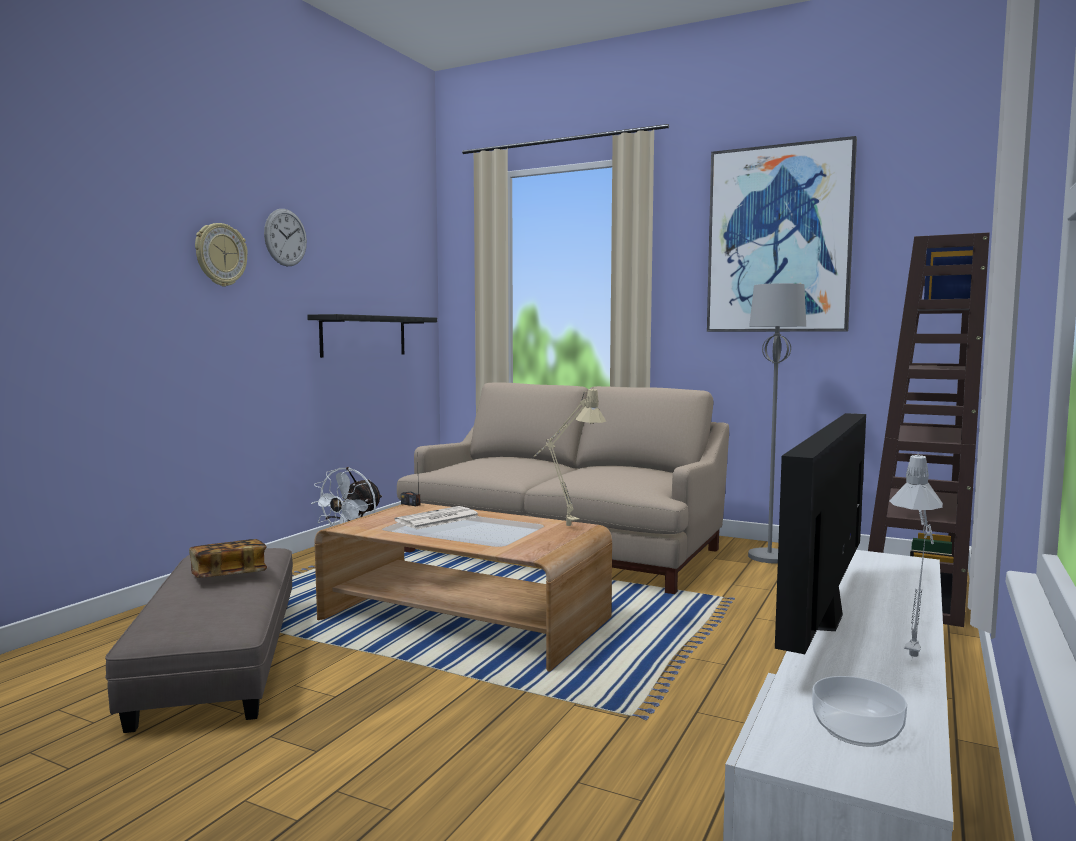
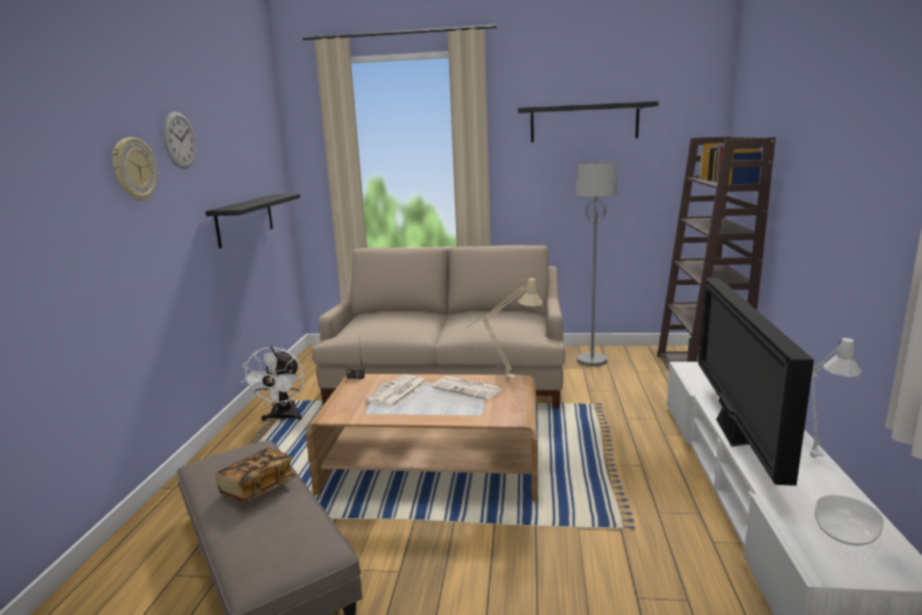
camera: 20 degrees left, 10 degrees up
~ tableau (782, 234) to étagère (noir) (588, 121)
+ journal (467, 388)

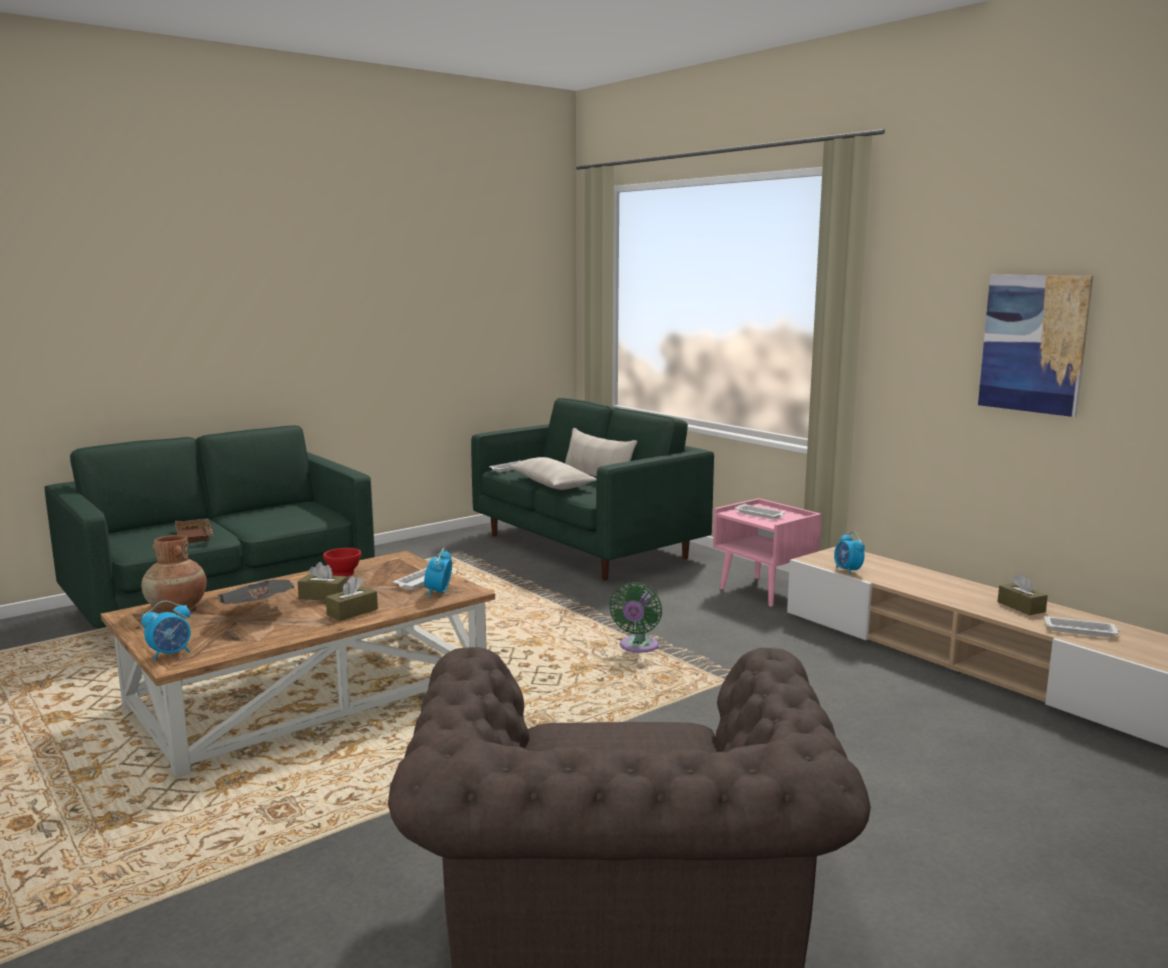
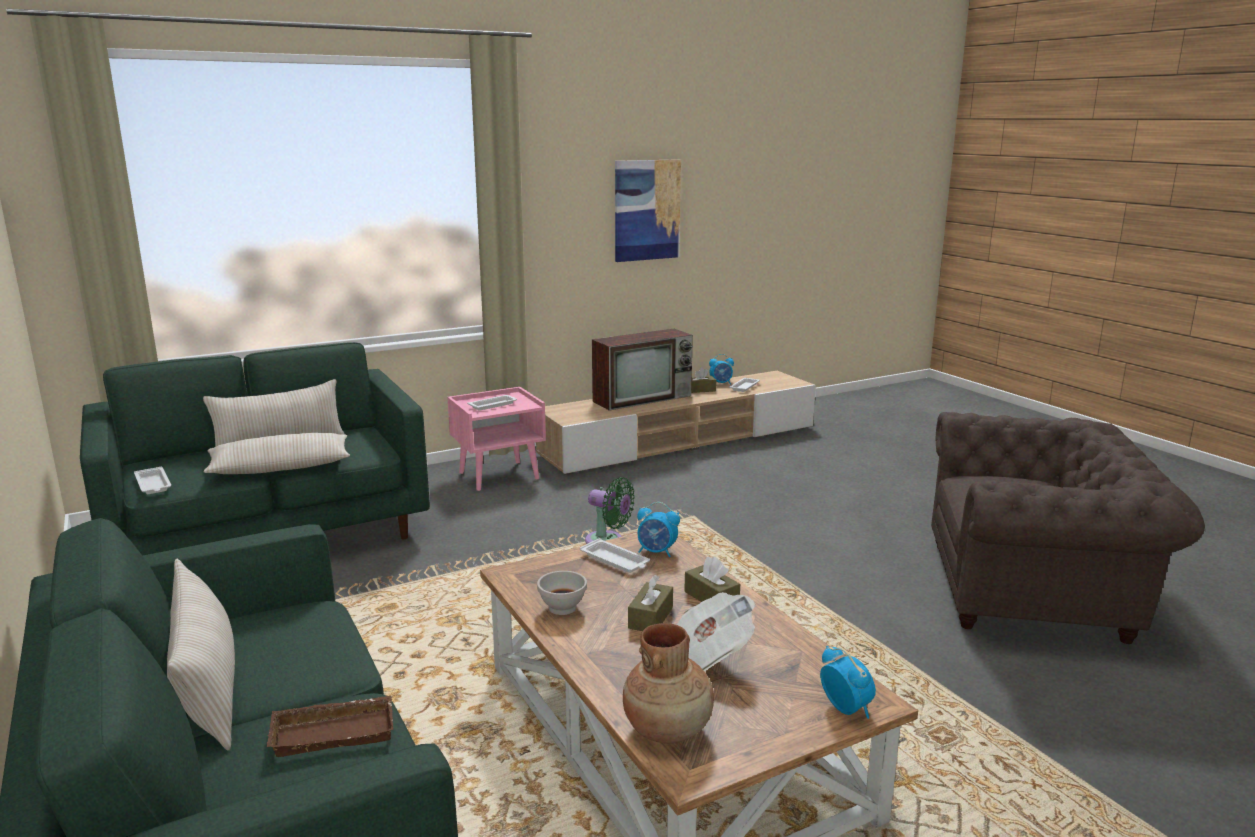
camera: 80 degrees left, 5 degrees up
~ bol (rouge) (342, 562) to bol (blanc) (562, 593)
~ réveil (849, 553) to (721, 369)
+ coussin (beige) (201, 655)
+ téléviseur (642, 370)

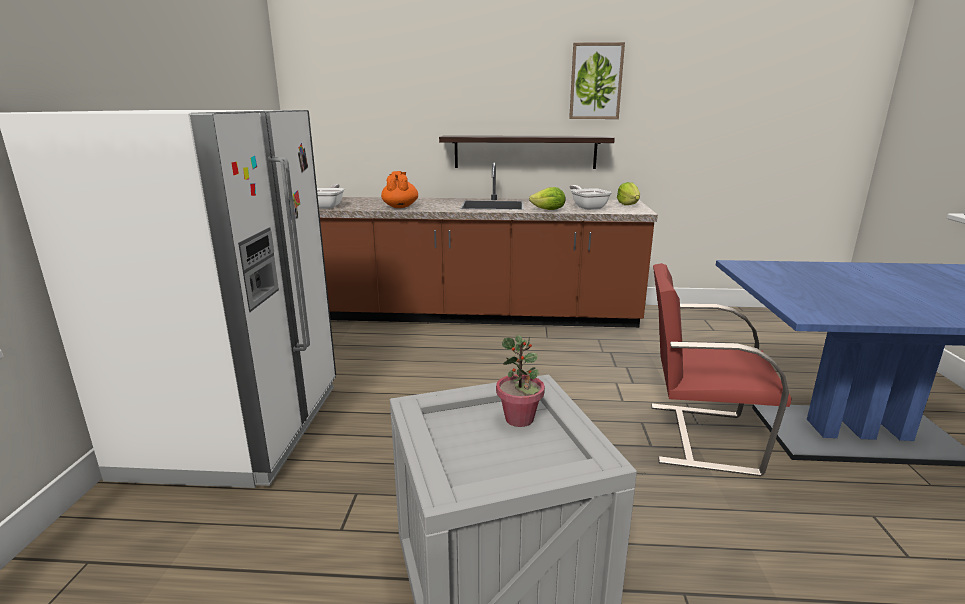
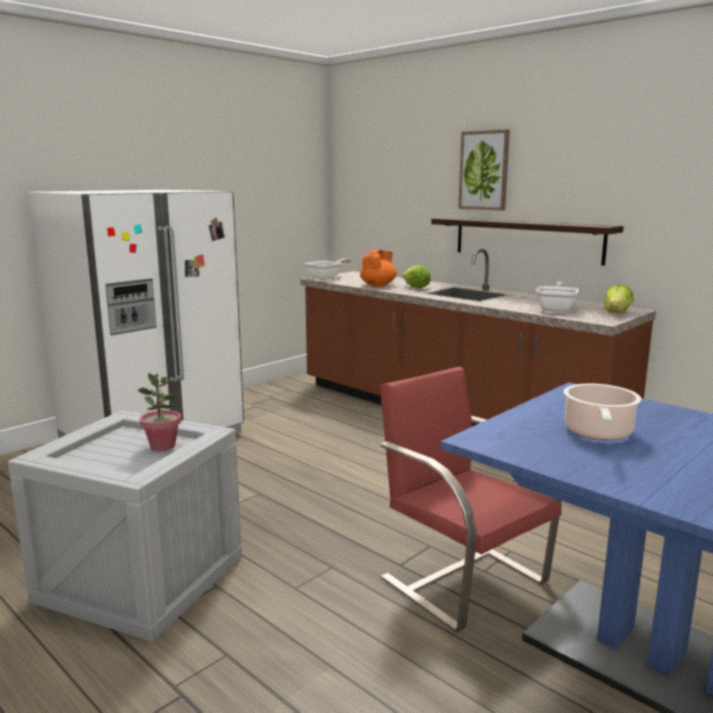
camera: 40 degrees right, 5 degrees down
~ laitue (547, 198) to (416, 276)
~ tableau (597, 80) to (484, 170)
+ marmite (602, 412)

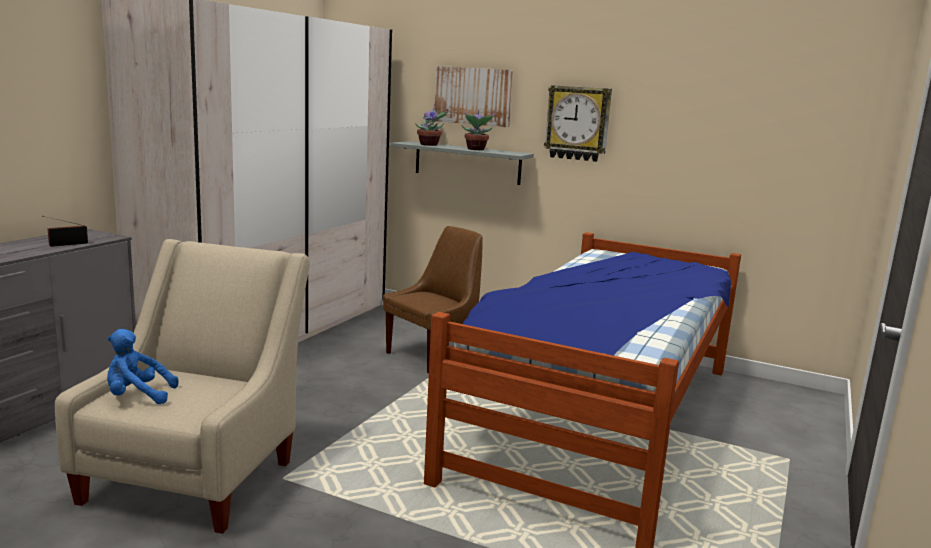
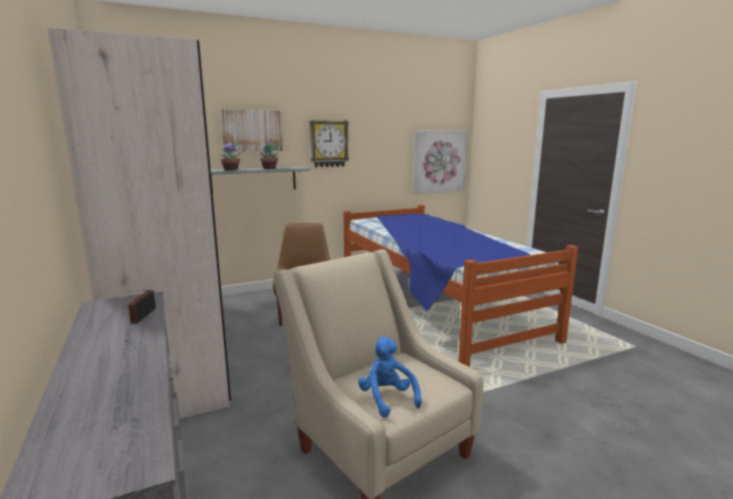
camera: 50 degrees left, 0 degrees up
~ peluche (bleu) (142, 366) = (390, 377) 120 degrees clockwise
+ tableau (440, 162)

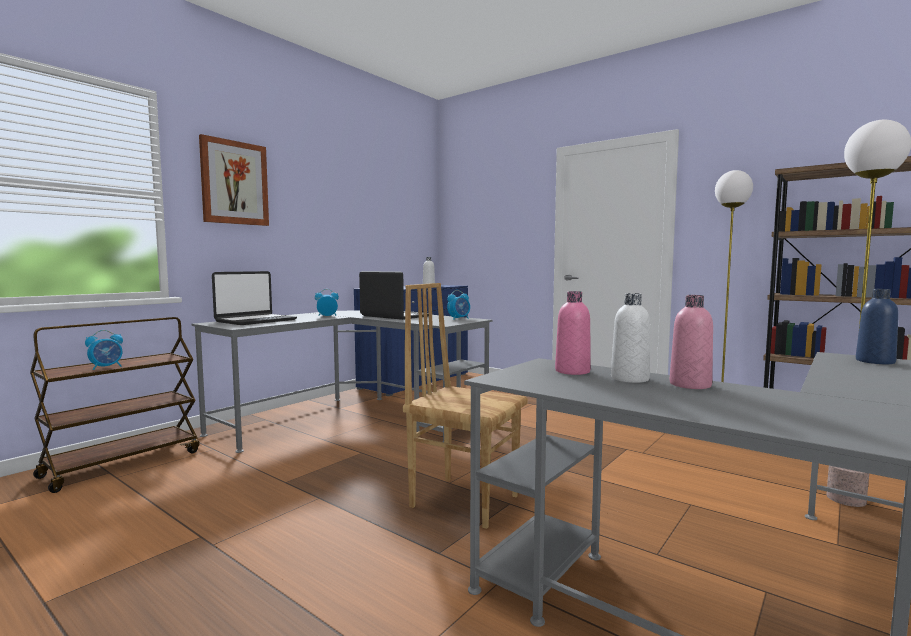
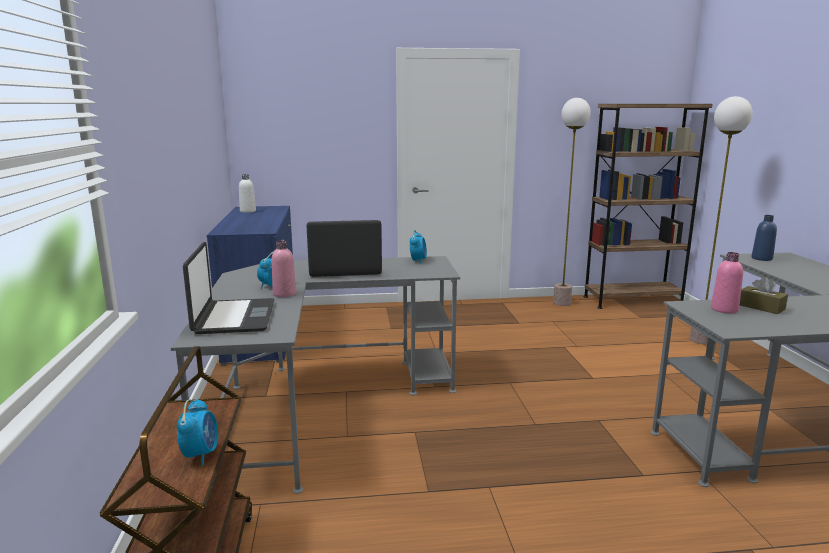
camera: 45 degrees left, 10 degrees up
- tableau (234, 180)
- chaise (marron) (465, 406)
~ bouteille (blanc) (630, 338) to boîte à mouchoirs (marron) (764, 295)
~ bouteille (rose) (691, 342) to (284, 269)

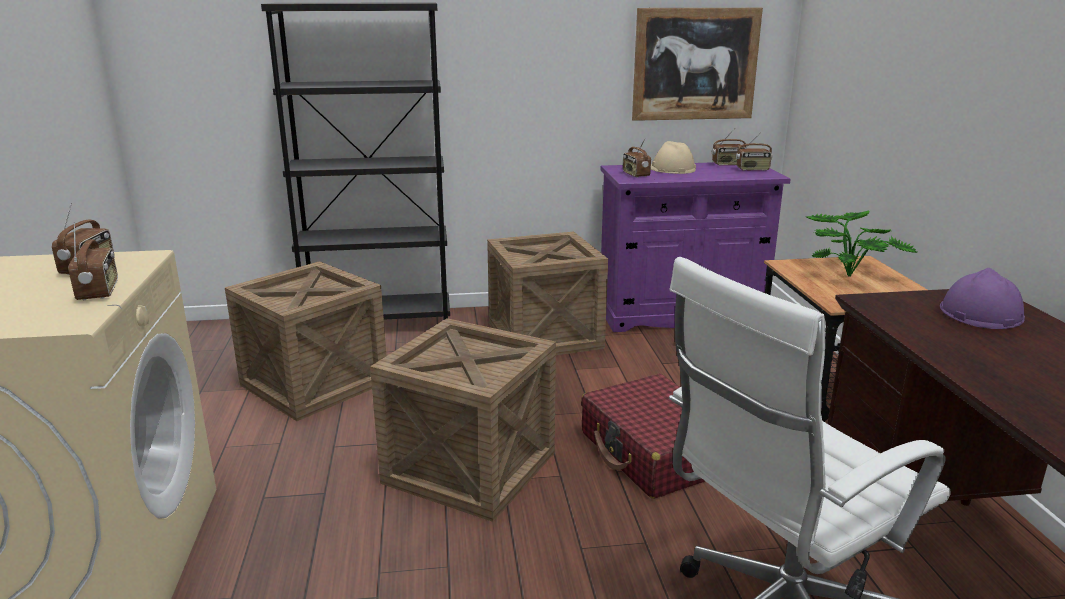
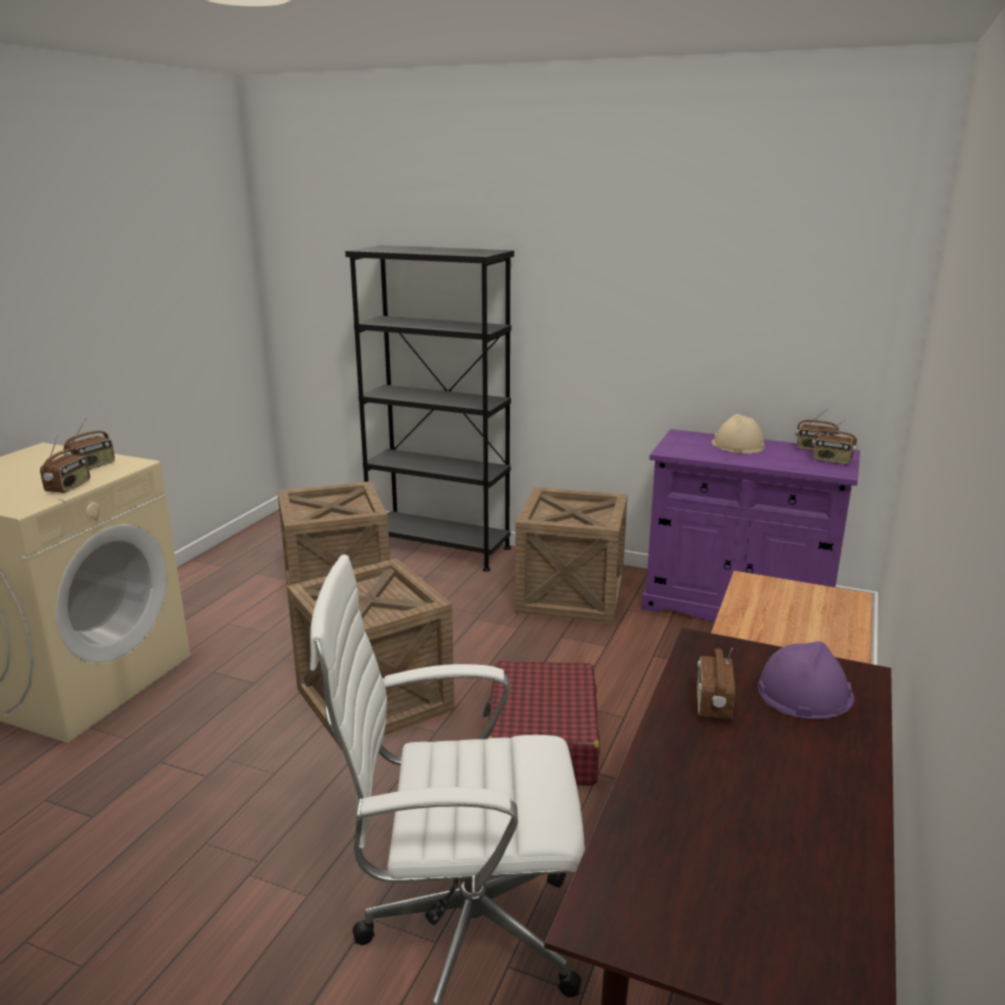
camera: 30 degrees right, 0 degrees up
~ radio (637, 158) to (716, 684)
- tableau (697, 64)
- plante en pot (861, 244)

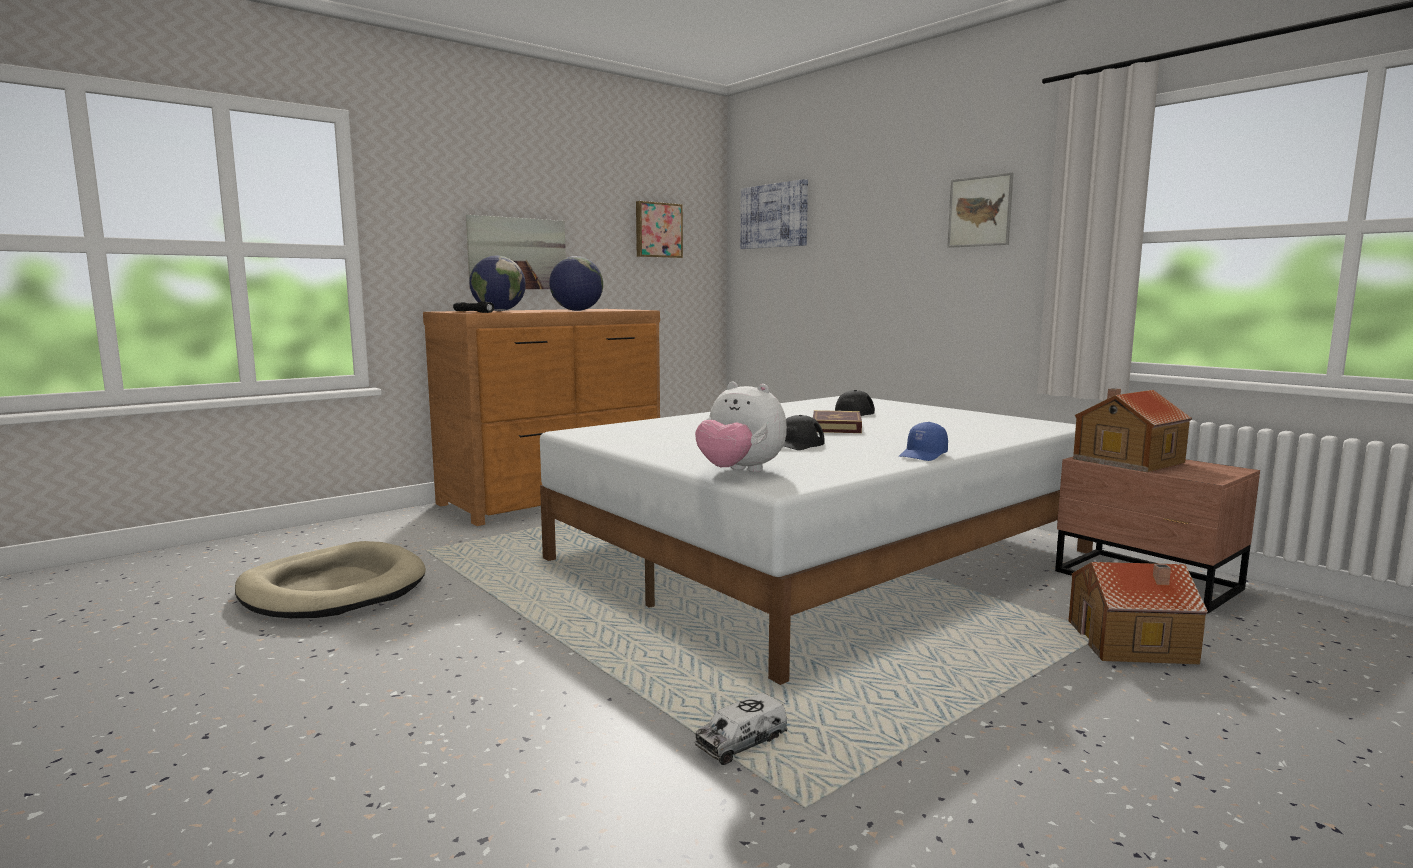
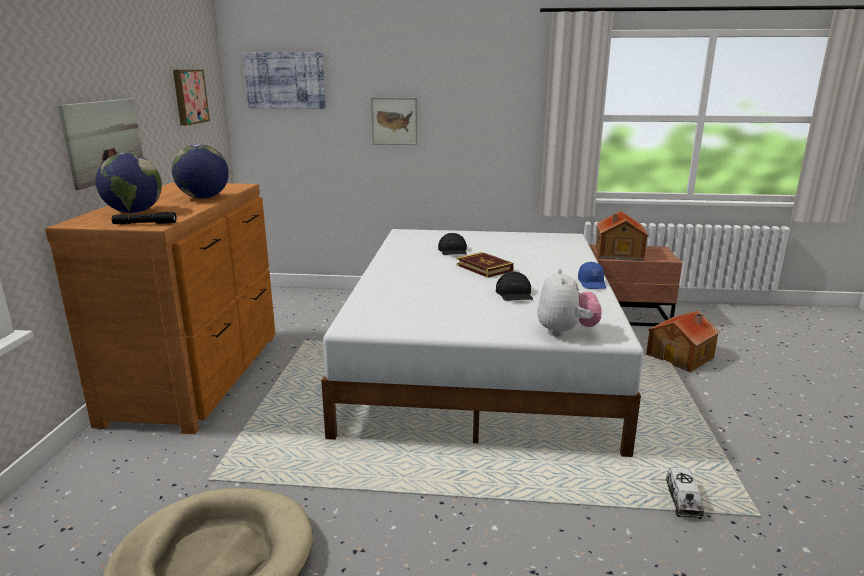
camera: 45 degrees left, 10 degrees up
~ peluche (741, 427) = (569, 302) 75 degrees counterclockwise
~ tableau (980, 210) to (394, 121)

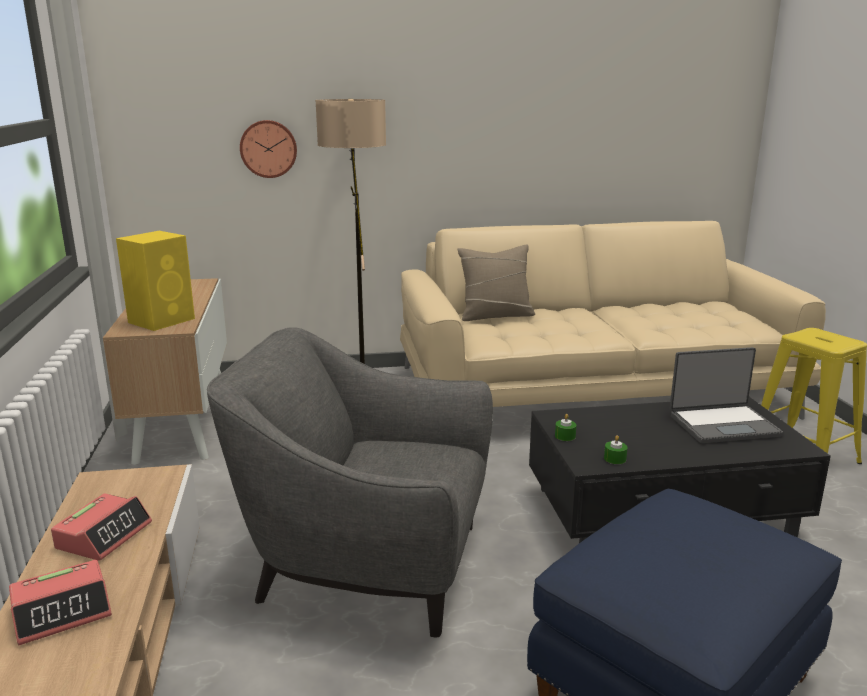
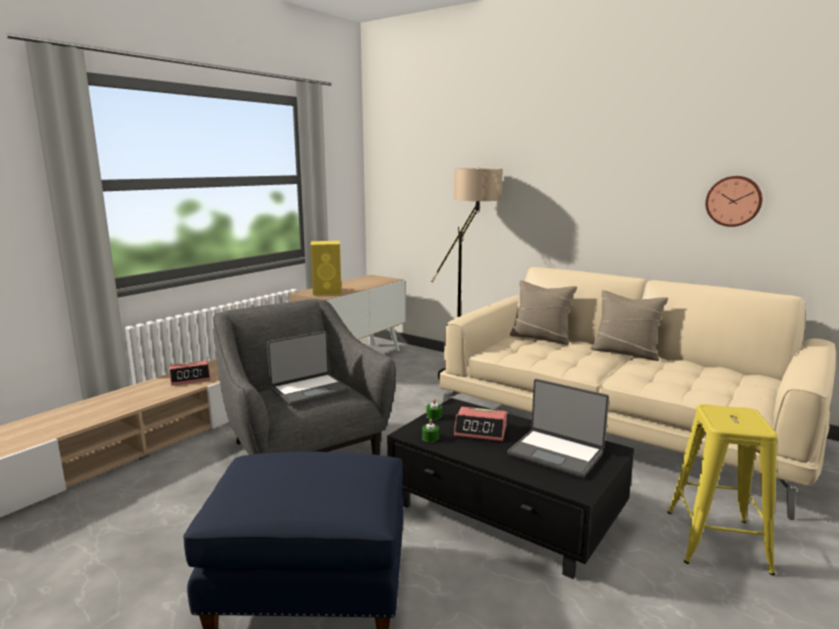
camera: 45 degrees right, 5 degrees down
~ réveil (60, 602) to (480, 424)
~ horloge murale (268, 149) to (734, 201)
+ ordinateur portable (308, 368)
+ coussin (beige) (629, 325)

